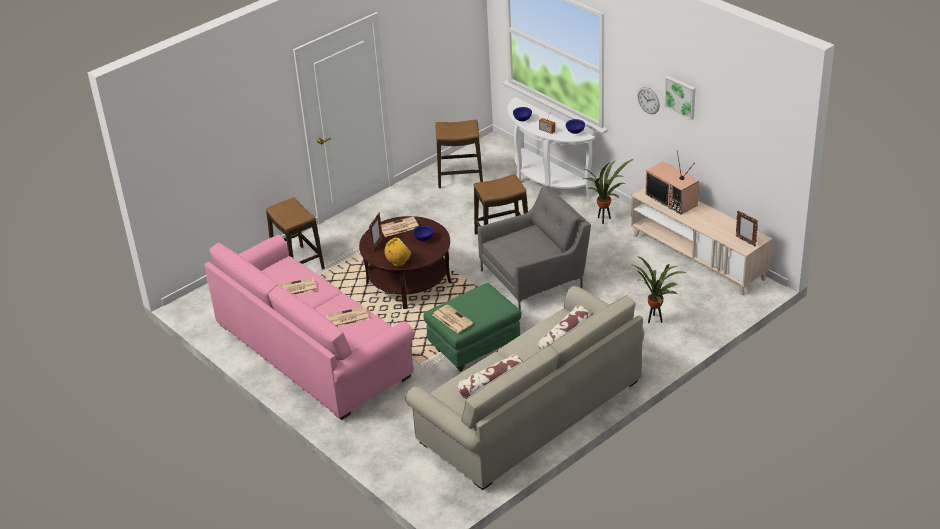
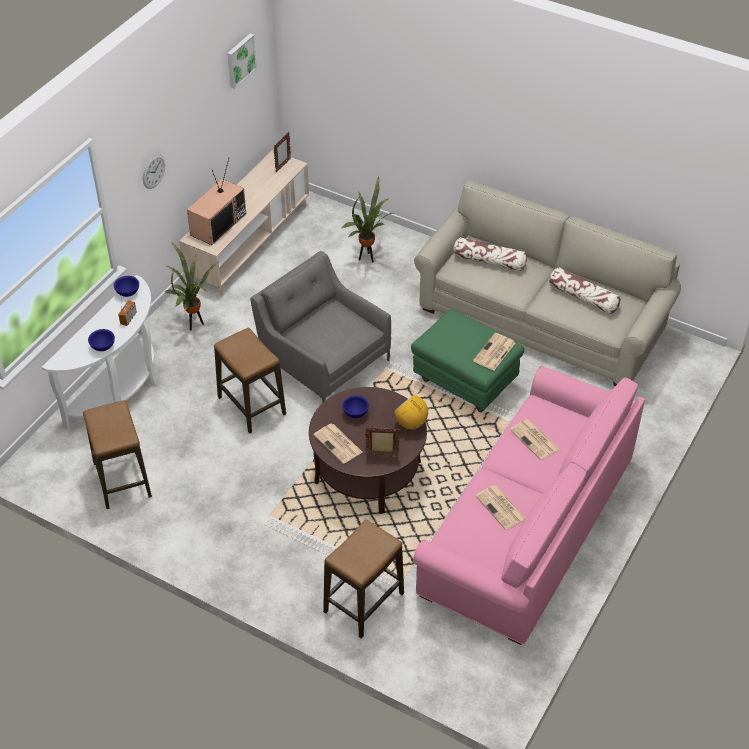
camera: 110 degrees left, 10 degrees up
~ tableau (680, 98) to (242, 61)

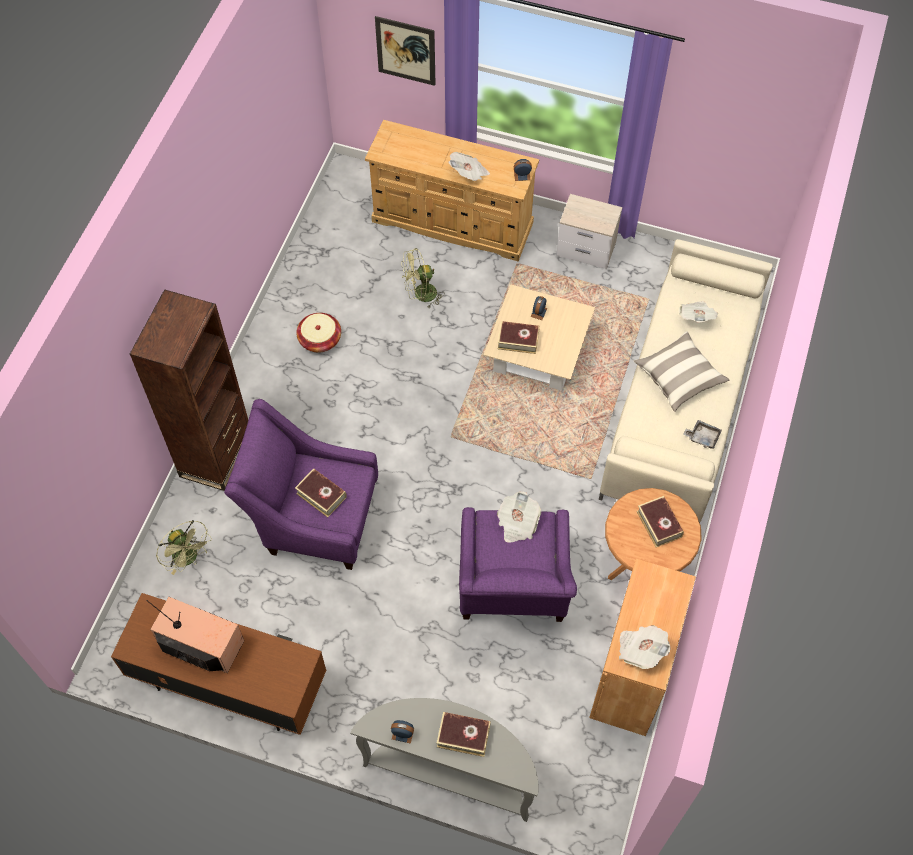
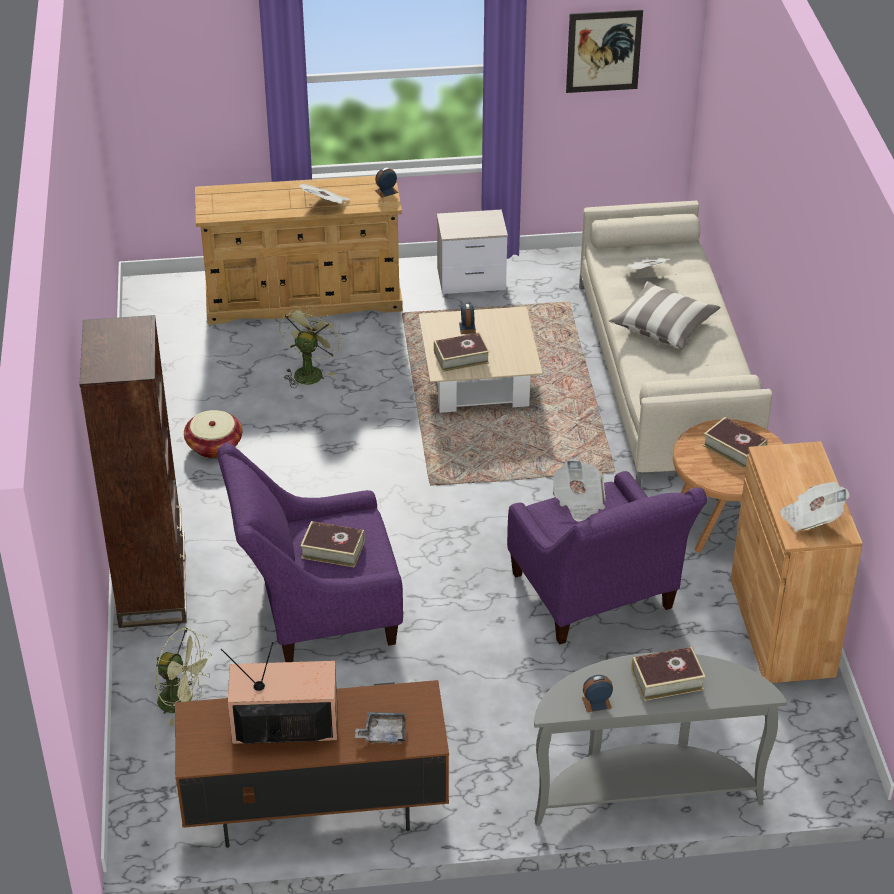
camera: 25 degrees left, 20 degrees down
~ tableau (405, 51) to (604, 51)
~ ventilateur (vert) (423, 278) = (311, 347) 150 degrees clockwise
~ plateau (gris) (702, 434) to (380, 728)

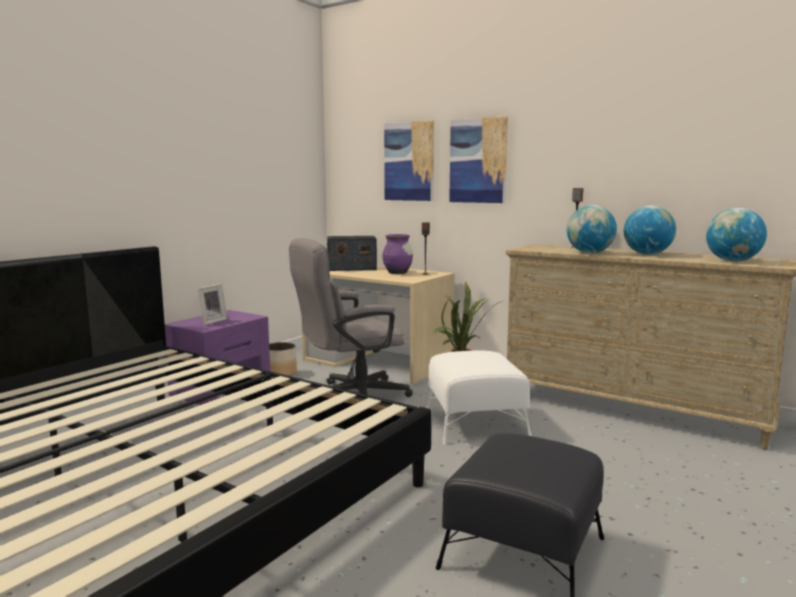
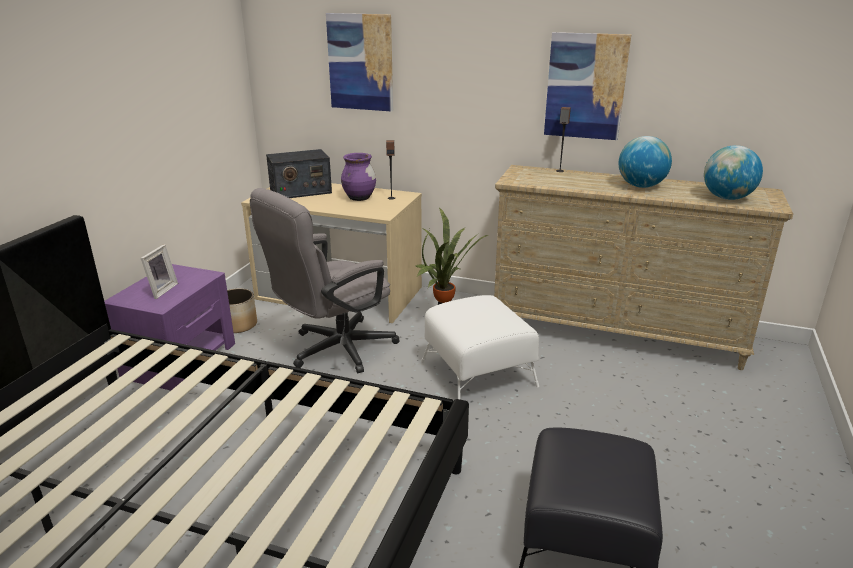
camera: 15 degrees left, 15 degrees up
~ tableau (478, 159) to (587, 86)
- globe (592, 229)

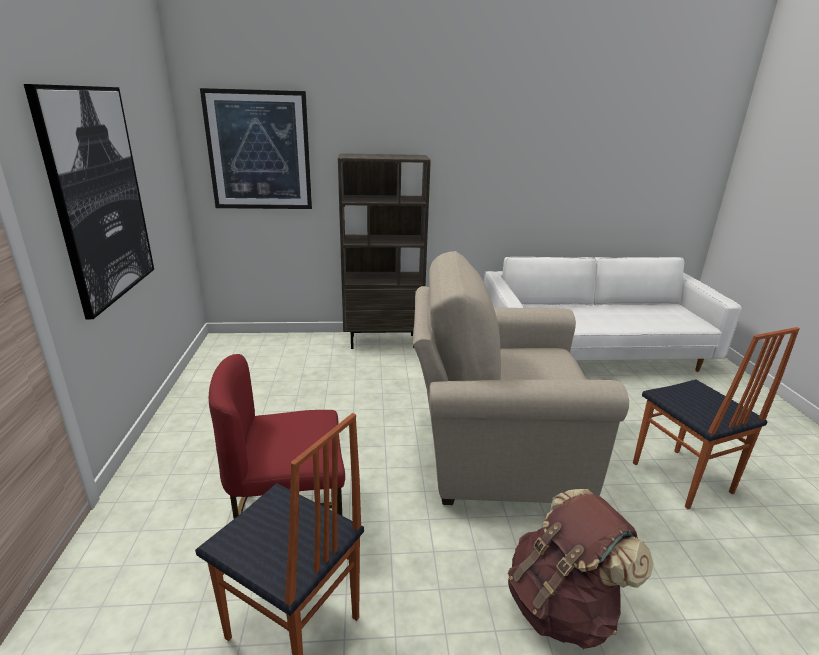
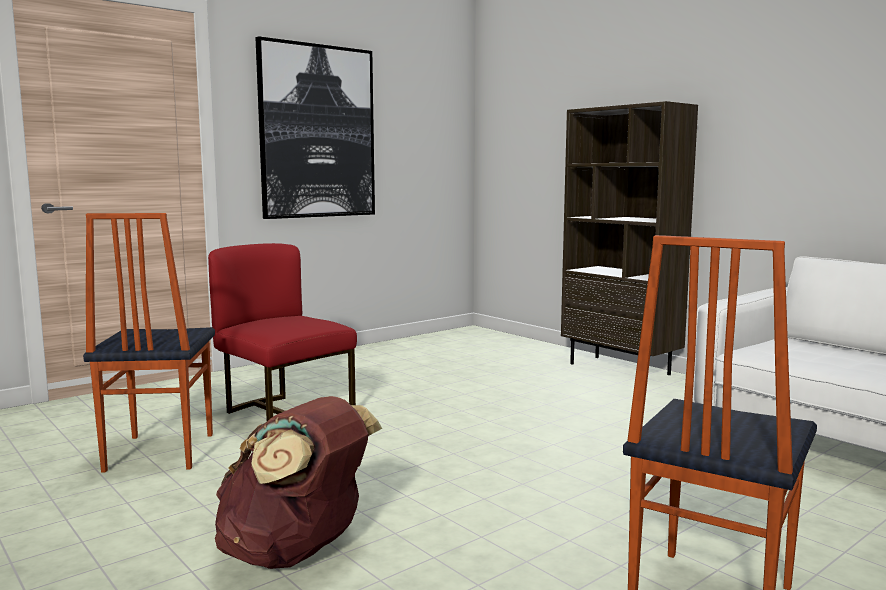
camera: 55 degrees right, 15 degrees down
- tableau (256, 148)
- fauteuil (beige) (521, 378)

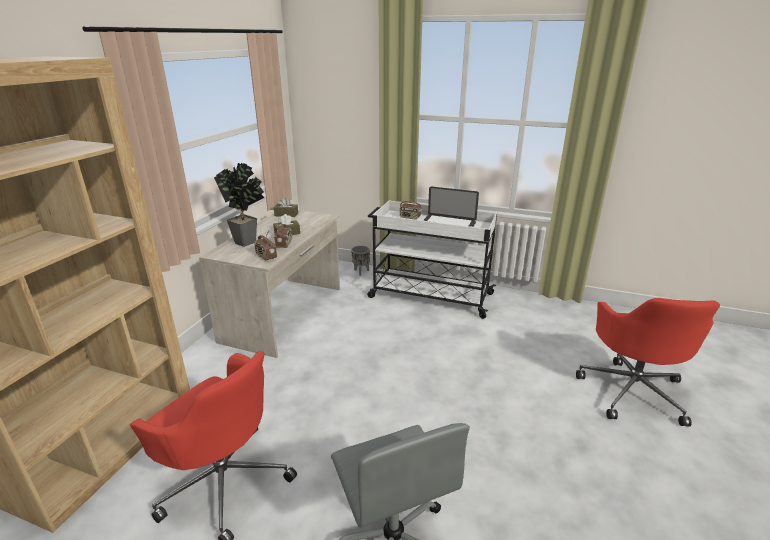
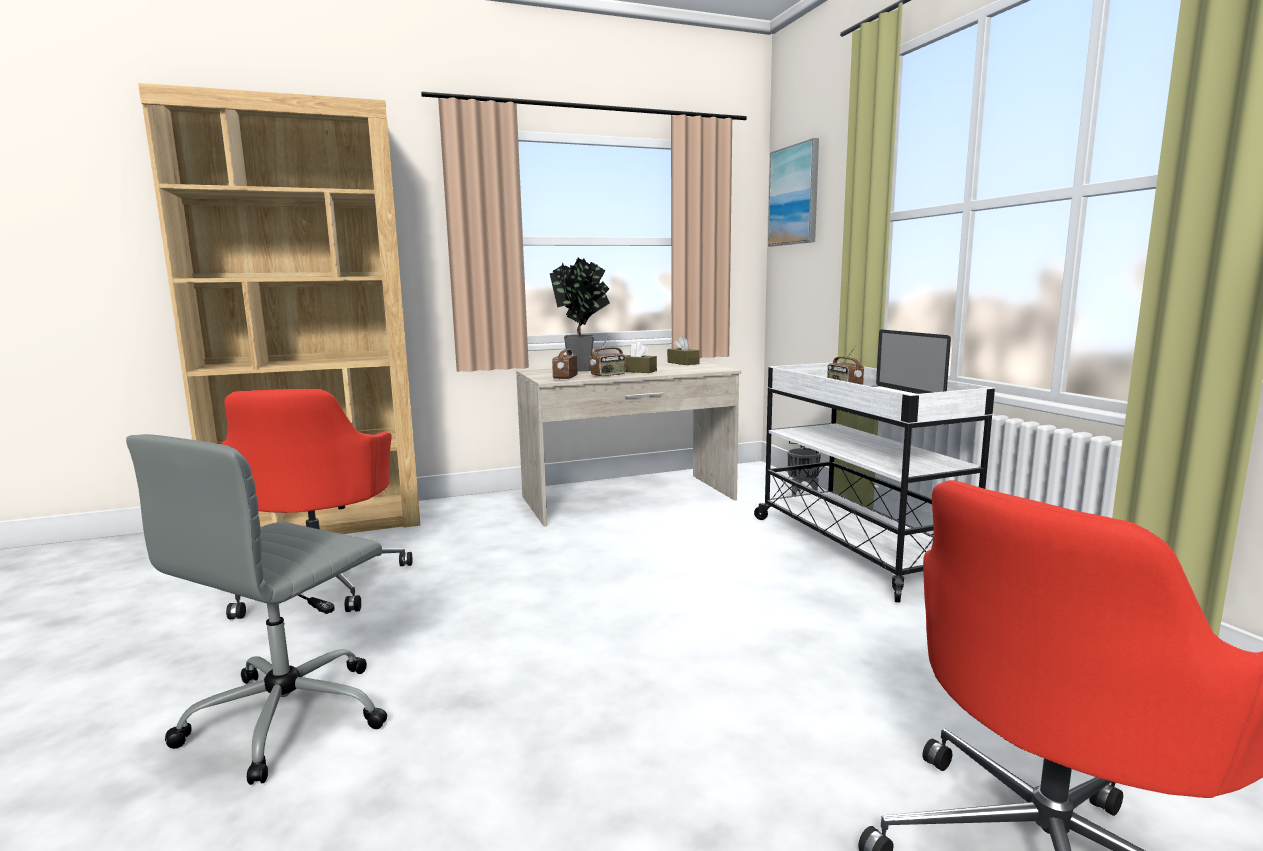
camera: 50 degrees right, 15 degrees down
+ tableau (793, 192)

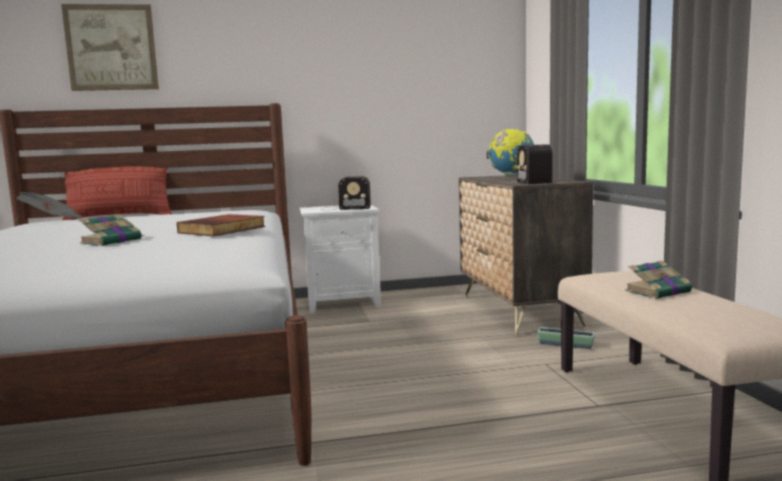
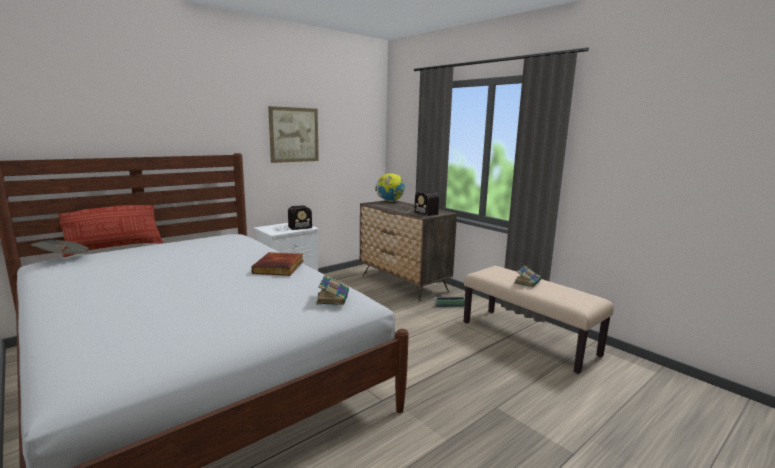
camera: 30 degrees left, 5 degrees up
~ tableau (110, 47) to (293, 134)
~ livre (111, 230) to (332, 290)

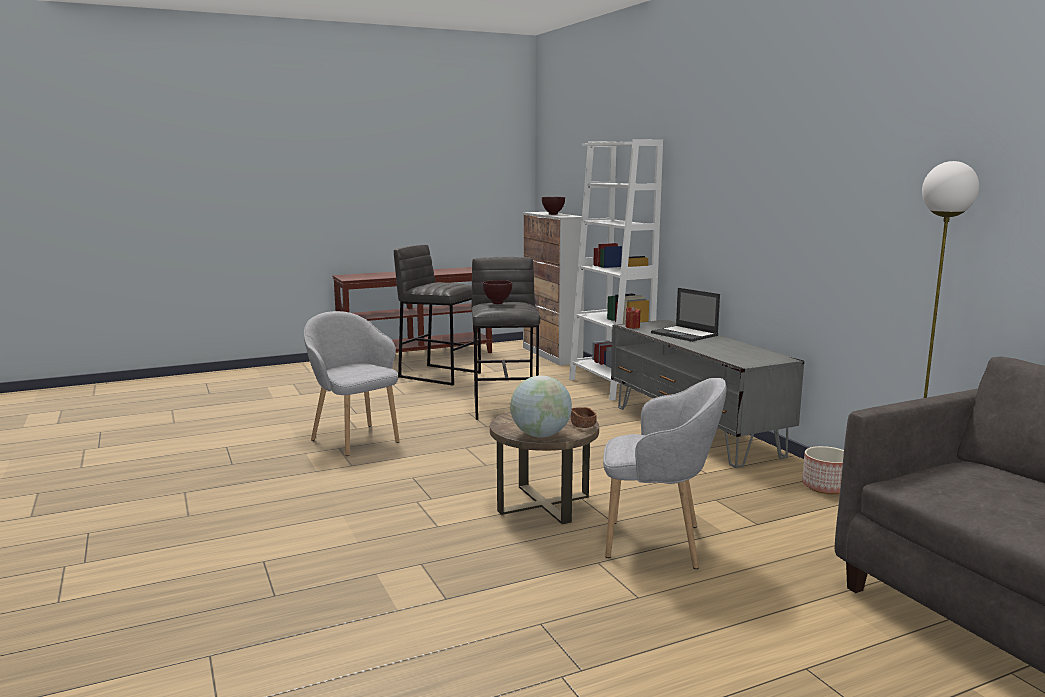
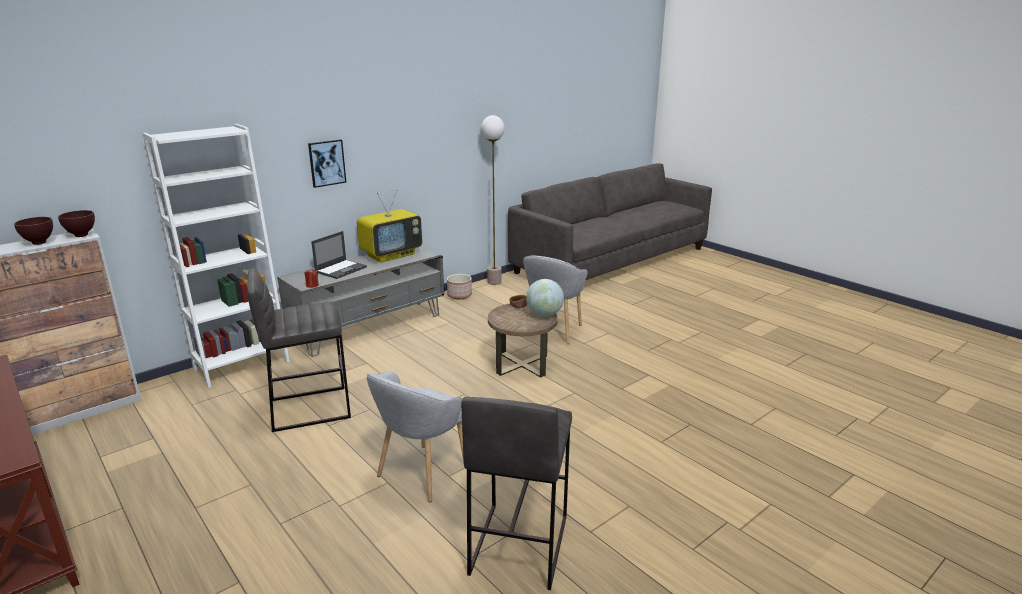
camera: 105 degrees left, 10 degrees up
~ tabouret (gris) (437, 315) to (516, 493)
~ bol (marron) (497, 292) to (76, 223)
~ fauteuil (gris) (664, 473) = (555, 300) 150 degrees counterclockwise
+ tableau (327, 163)
+ téléviseur (389, 226)

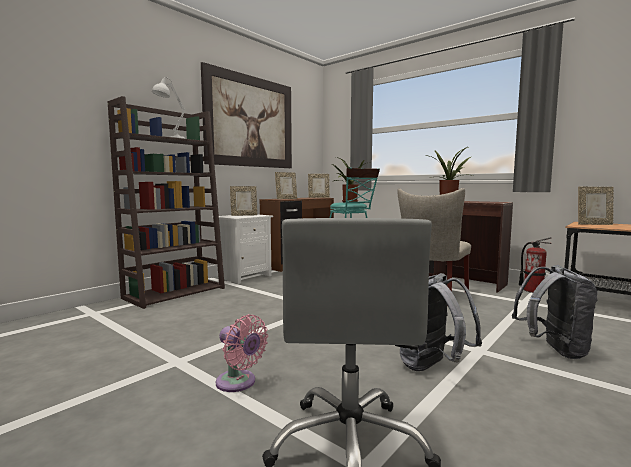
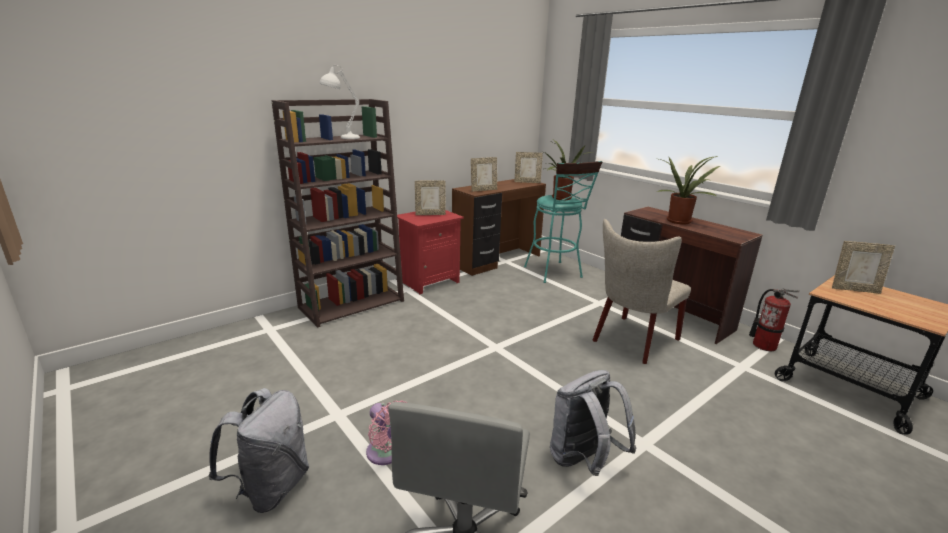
camera: 10 degrees right, 15 degrees up
- tableau (246, 115)
~ table de chevet (blanc) (242, 249) to table de chevet (rouge) (430, 252)
~ sac à dos (gris) (555, 312) to (258, 450)

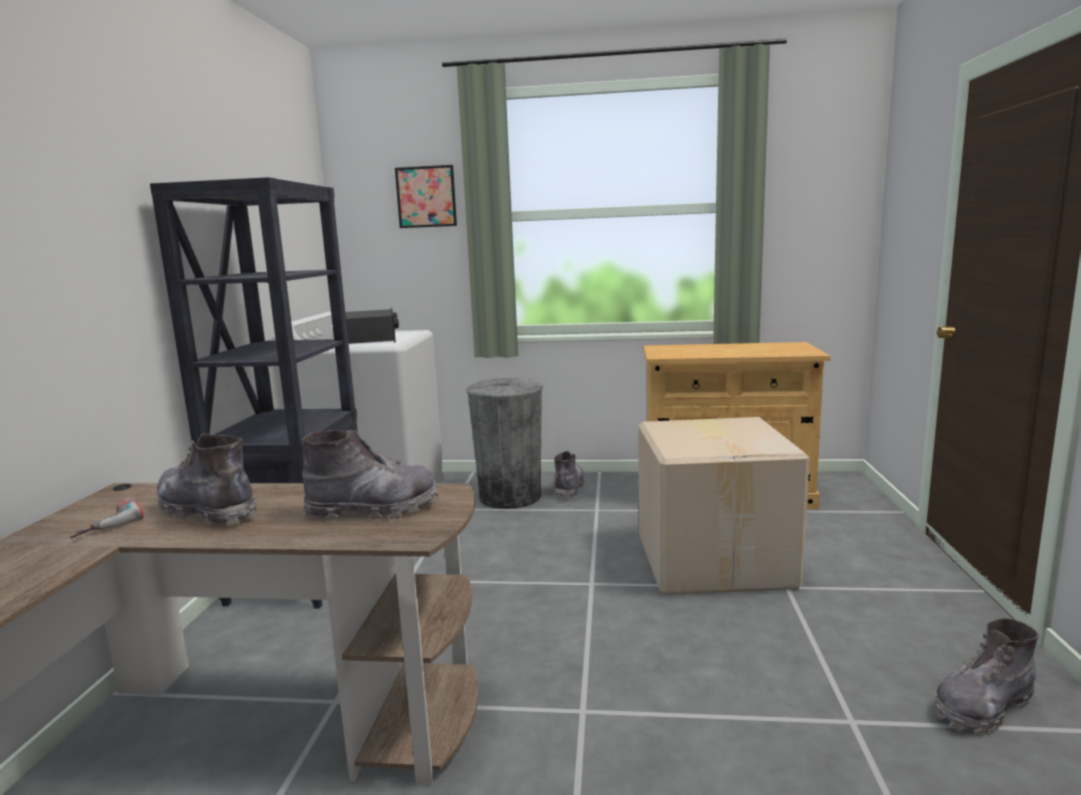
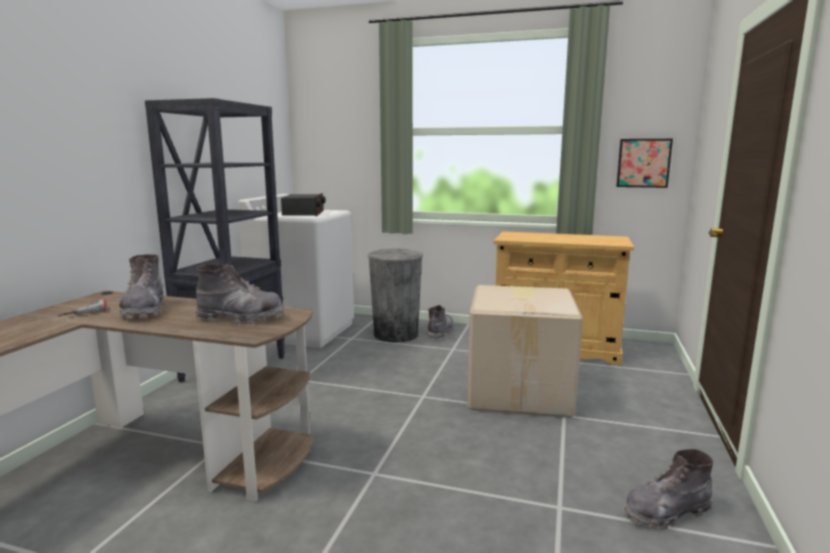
camera: 10 degrees right, 0 degrees up
~ botte (gris) (207, 480) = (141, 286) 150 degrees counterclockwise
~ tableau (426, 196) to (644, 163)

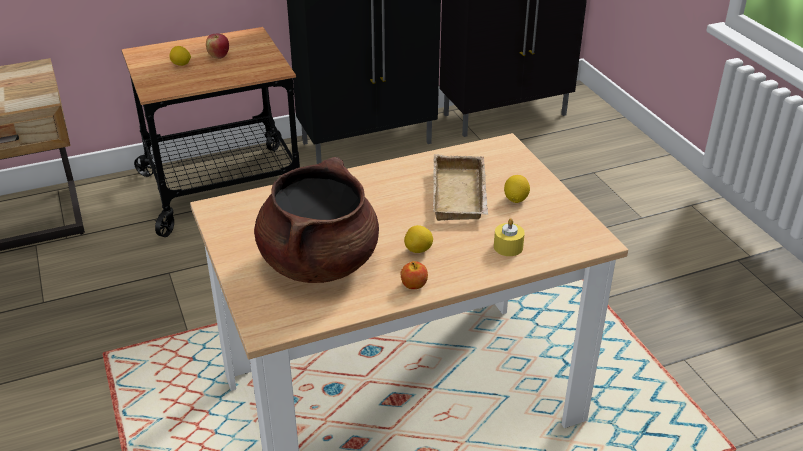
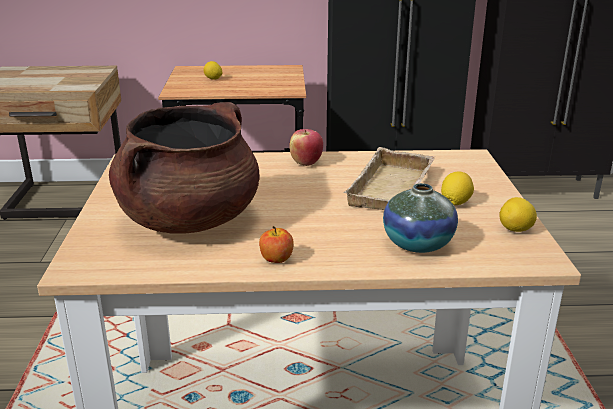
camera: 20 degrees right, 10 degrees down
~ pomme (217, 46) to (306, 147)
~ citron (418, 239) to (518, 214)
~ bougie (jaune) (509, 237) to vase (420, 218)

